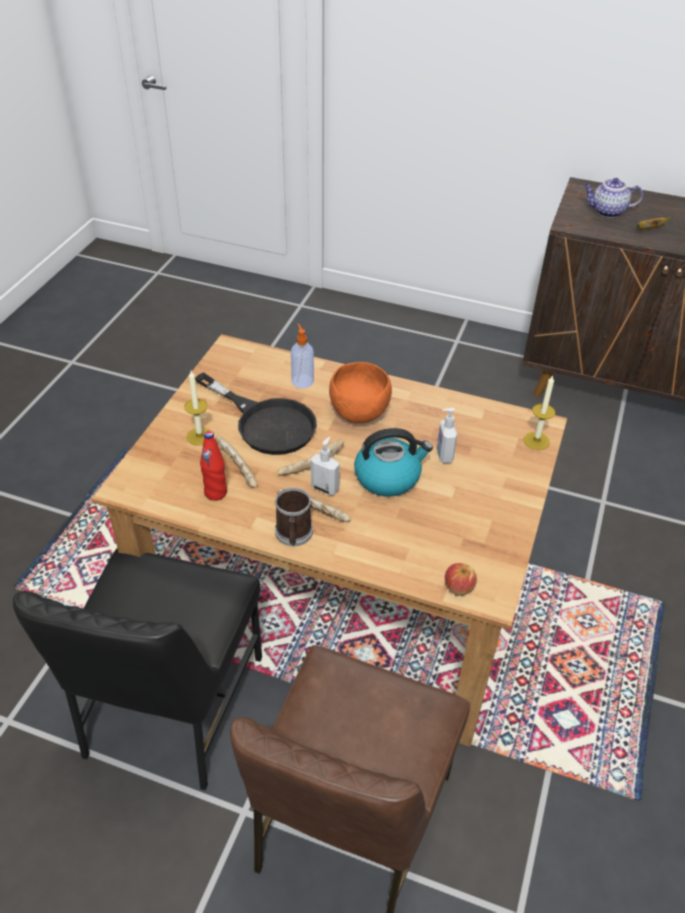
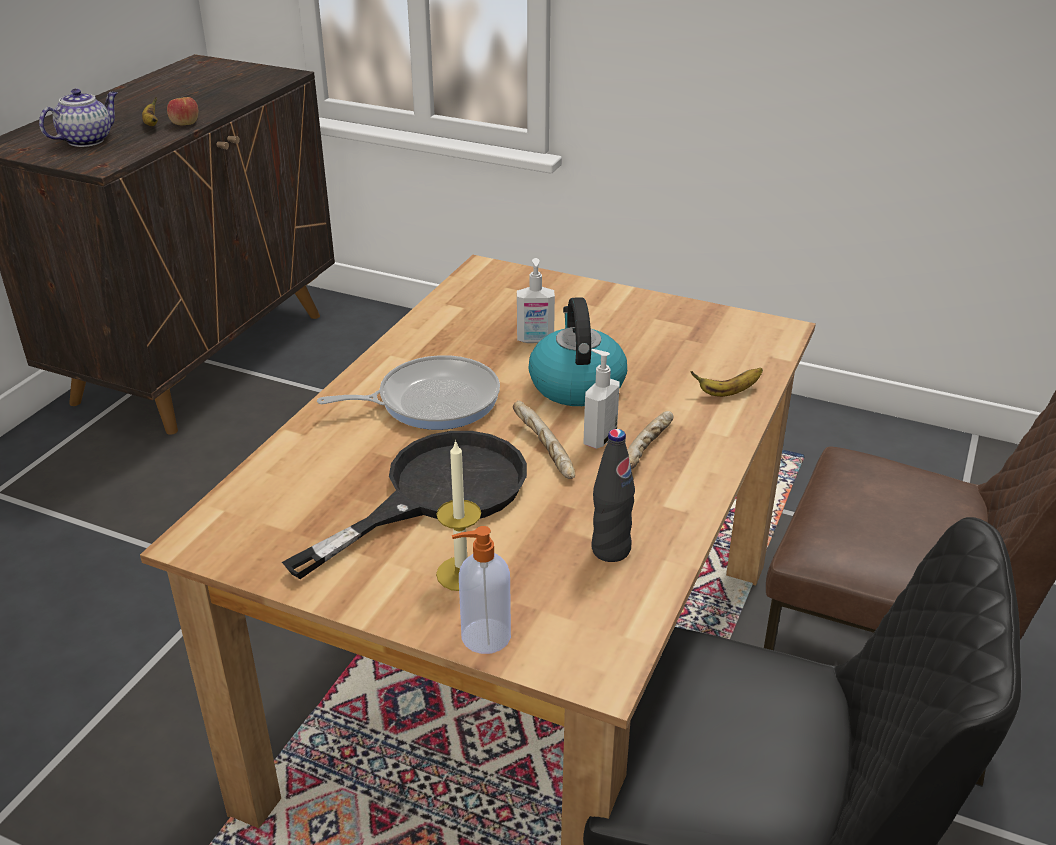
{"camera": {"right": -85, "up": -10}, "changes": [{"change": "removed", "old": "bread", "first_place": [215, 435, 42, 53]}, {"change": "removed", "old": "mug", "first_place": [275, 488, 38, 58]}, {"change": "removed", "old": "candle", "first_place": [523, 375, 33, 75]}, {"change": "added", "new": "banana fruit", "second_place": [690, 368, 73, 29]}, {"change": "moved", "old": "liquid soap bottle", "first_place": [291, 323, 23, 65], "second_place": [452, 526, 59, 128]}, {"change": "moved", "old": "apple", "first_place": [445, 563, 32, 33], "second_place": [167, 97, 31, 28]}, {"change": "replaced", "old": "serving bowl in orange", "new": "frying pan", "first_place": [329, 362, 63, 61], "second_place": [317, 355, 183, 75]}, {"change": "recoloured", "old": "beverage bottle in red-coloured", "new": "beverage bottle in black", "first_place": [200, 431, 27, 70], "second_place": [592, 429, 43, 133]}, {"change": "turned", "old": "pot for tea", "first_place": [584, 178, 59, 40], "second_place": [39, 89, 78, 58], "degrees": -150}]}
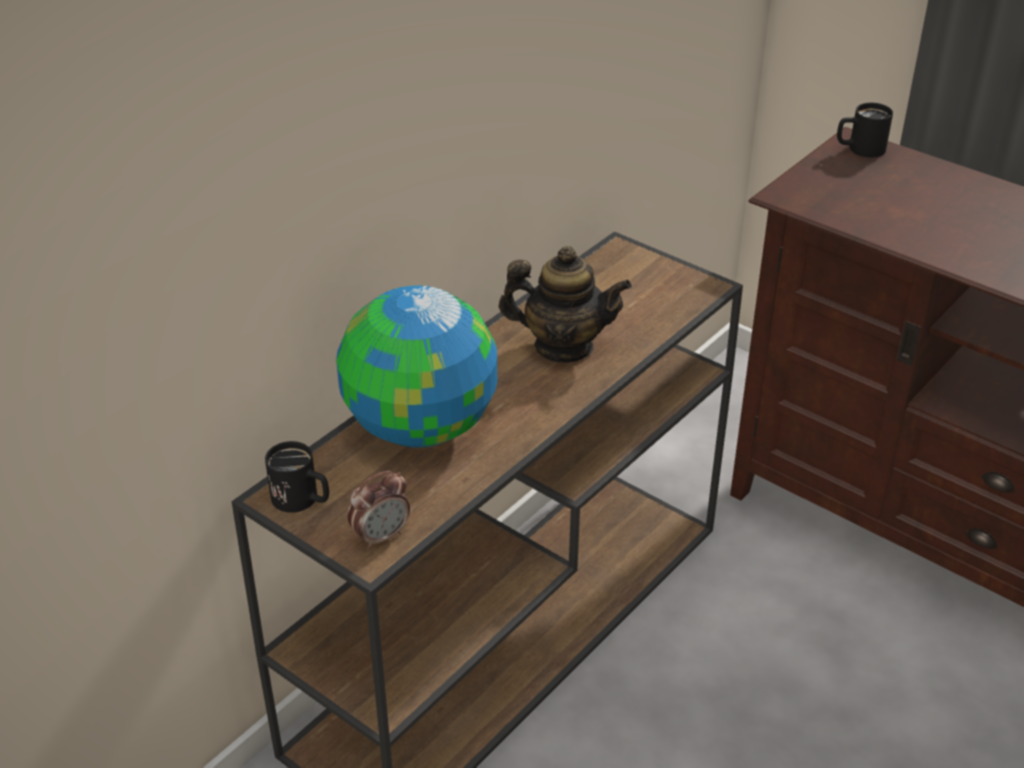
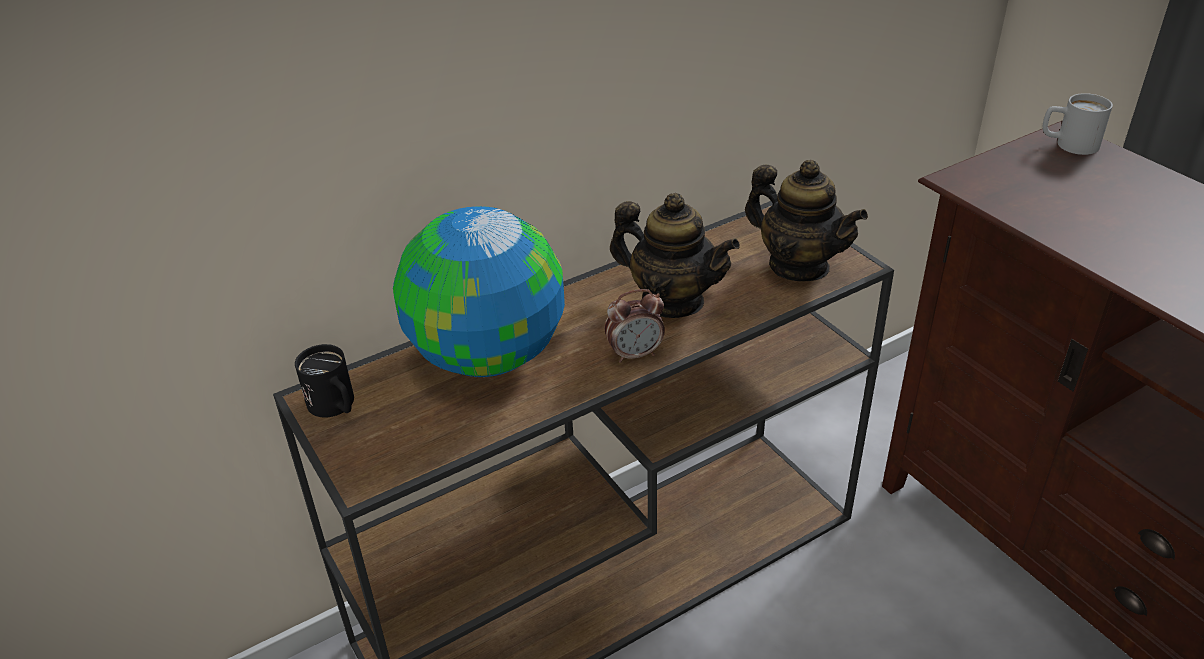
{"camera": {"right": 20, "up": 0}, "changes": [{"change": "added", "new": "pot for tea", "second_place": [745, 160, 123, 121]}, {"change": "moved", "old": "table clock", "first_place": [347, 471, 63, 78], "second_place": [604, 289, 61, 74]}, {"change": "recoloured", "old": "mug in black", "new": "mug in white-coloured", "first_place": [837, 103, 56, 55], "second_place": [1043, 93, 70, 62]}]}
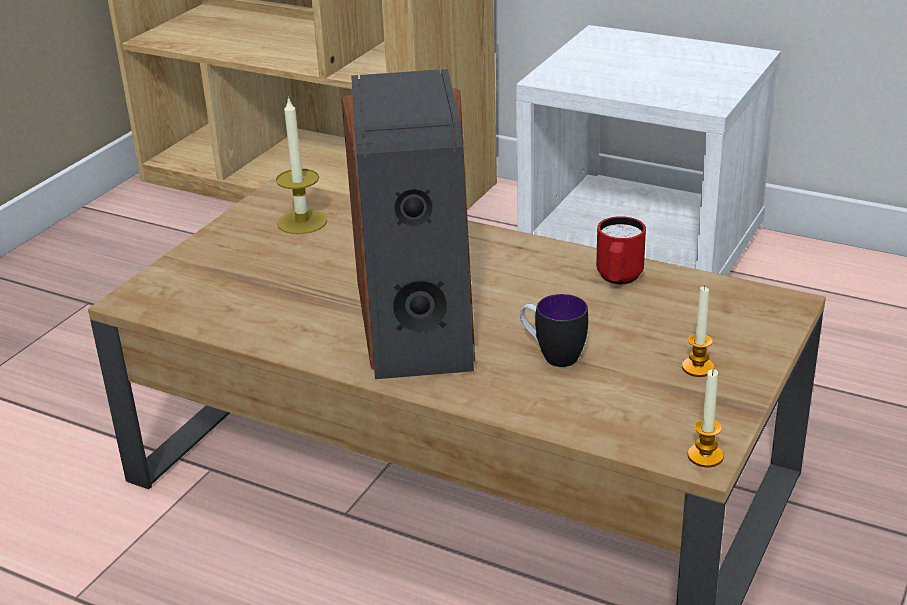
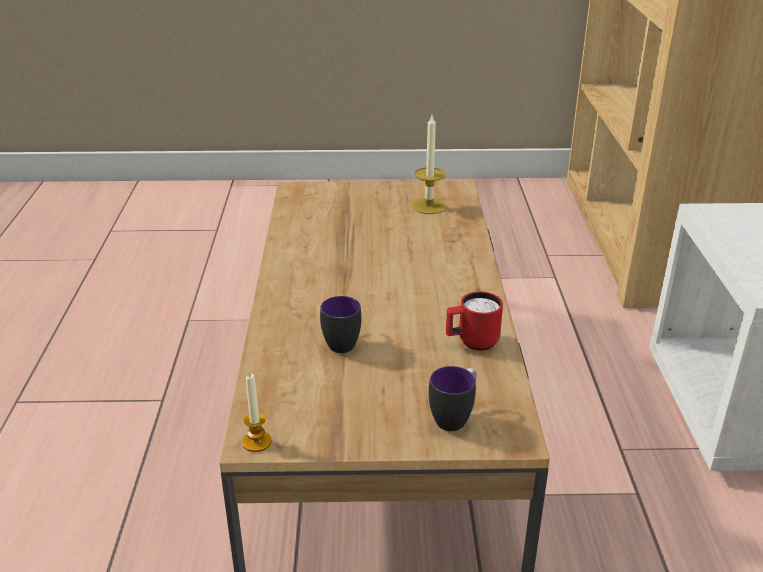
{"camera": {"right": 60, "up": 0}, "changes": [{"change": "removed", "old": "loudspeaker", "first_place": [342, 69, 133, 310]}, {"change": "removed", "old": "candle", "first_place": [682, 286, 33, 91]}, {"change": "added", "new": "mug", "second_place": [429, 366, 48, 65]}]}
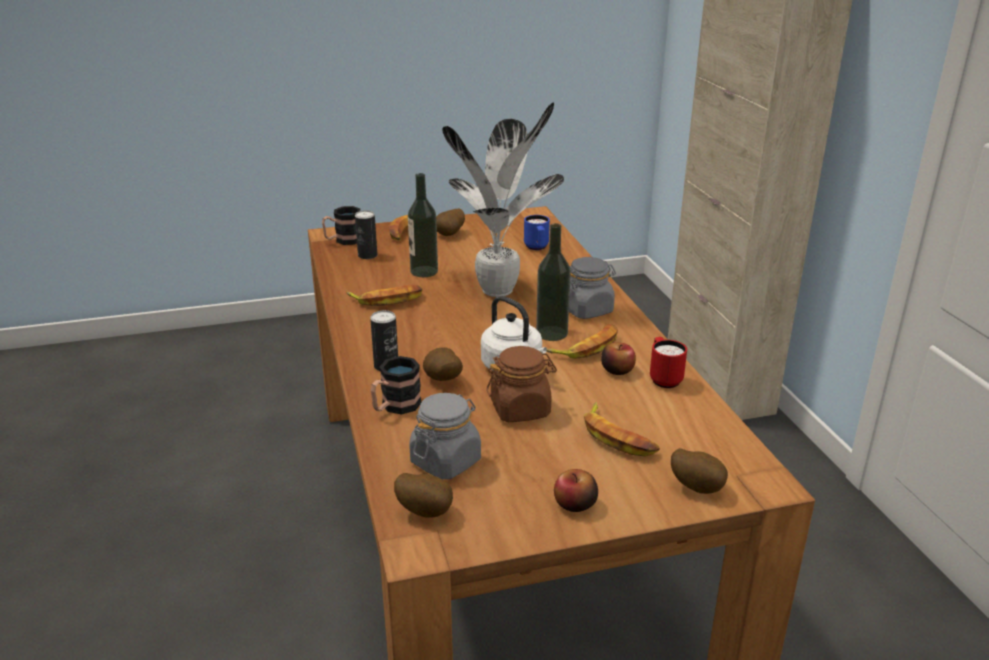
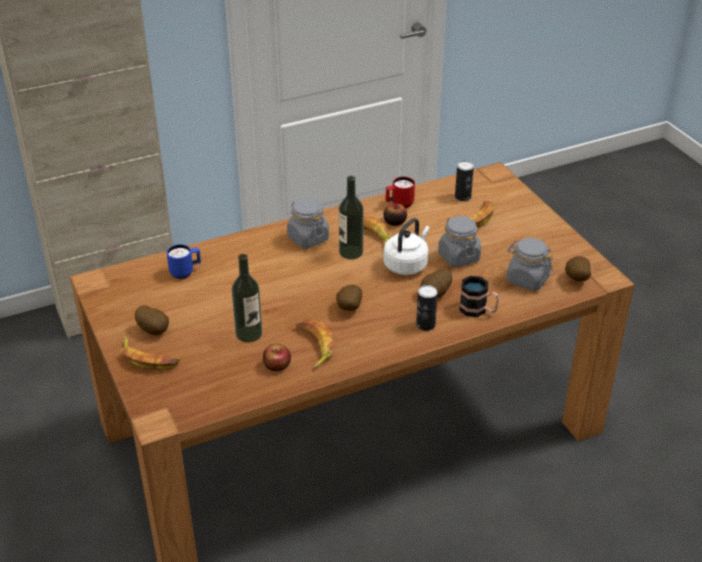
{"camera": {"right": -100, "up": 10}, "changes": [{"change": "removed", "old": "mug", "first_place": [322, 206, 38, 39]}, {"change": "removed", "old": "potted plant", "first_place": [442, 103, 122, 194]}, {"change": "moved", "old": "sealed can", "first_place": [355, 210, 22, 49], "second_place": [455, 161, 19, 40]}, {"change": "moved", "old": "apple", "first_place": [554, 469, 44, 43], "second_place": [263, 344, 28, 27]}, {"change": "moved", "old": "potato", "first_place": [671, 448, 57, 46], "second_place": [336, 285, 26, 26]}, {"change": "recoloured", "old": "storage jar in brownish", "new": "storage jar in greyish", "first_place": [486, 346, 71, 76], "second_place": [438, 216, 43, 51]}]}
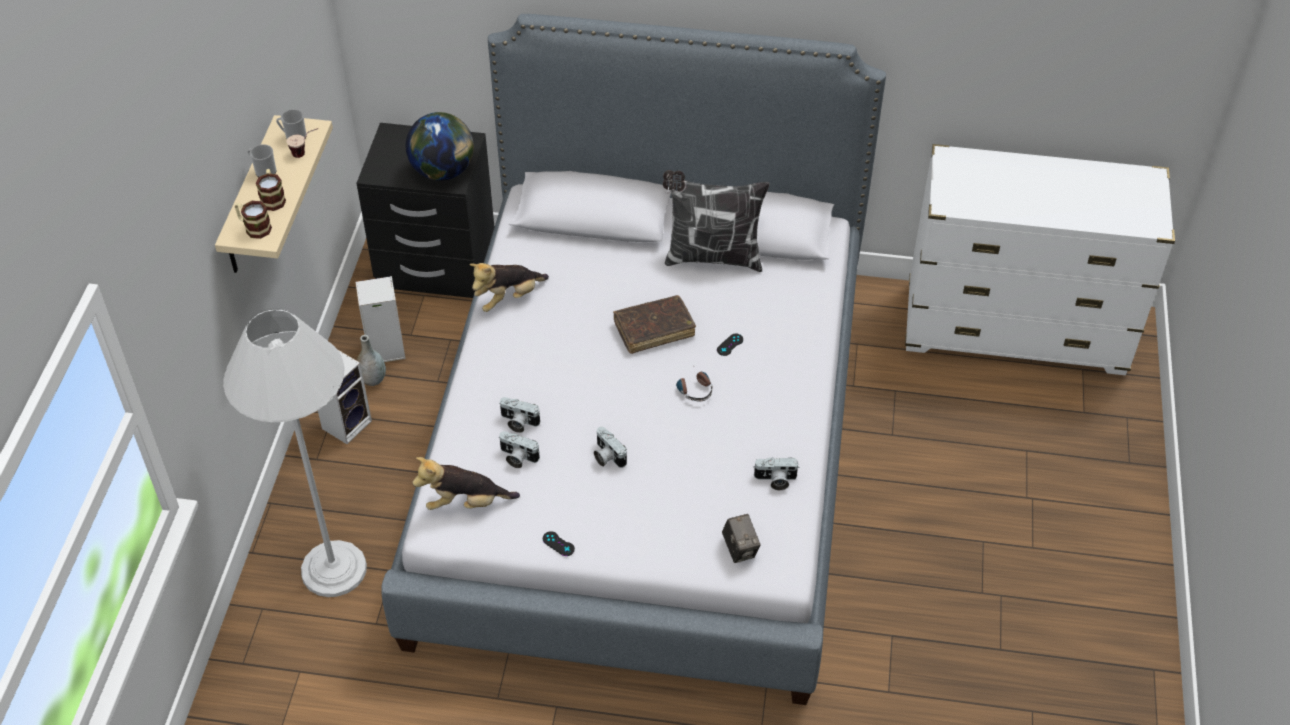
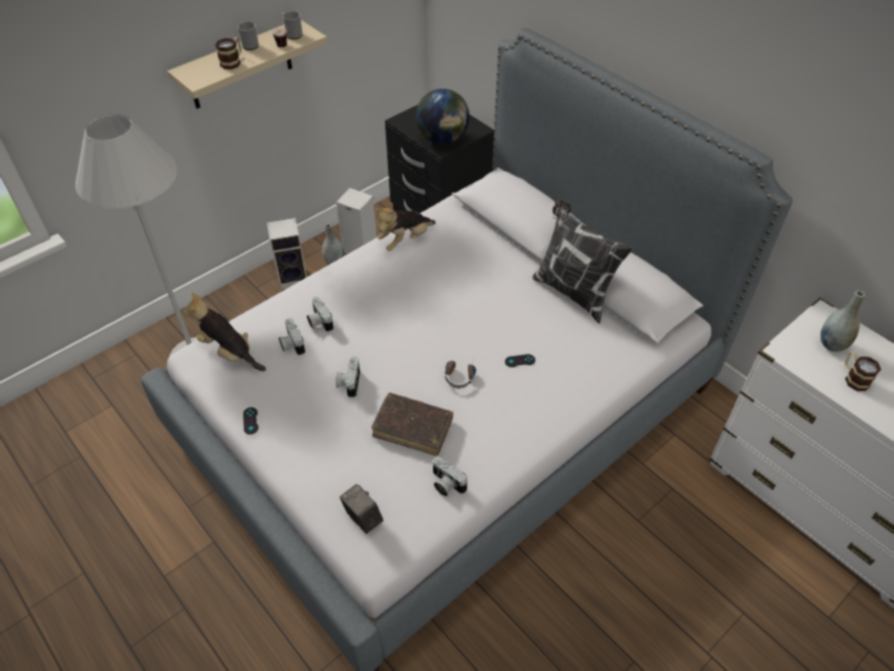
{"camera": {"right": 40, "up": 0}, "changes": [{"change": "added", "new": "decorative vase in greyish", "second_place": [820, 290, 45, 62]}, {"change": "moved", "old": "mug", "first_place": [235, 201, 37, 38], "second_place": [845, 351, 36, 40]}, {"change": "moved", "old": "book in brownish", "first_place": [613, 295, 83, 59], "second_place": [372, 392, 81, 64]}, {"change": "turned", "old": "cuddly toy", "first_place": [470, 263, 79, 49], "second_place": [376, 208, 60, 43], "degrees": -45}, {"change": "turned", "old": "still camera", "first_place": [722, 514, 39, 49], "second_place": [340, 484, 43, 50], "degrees": 120}]}
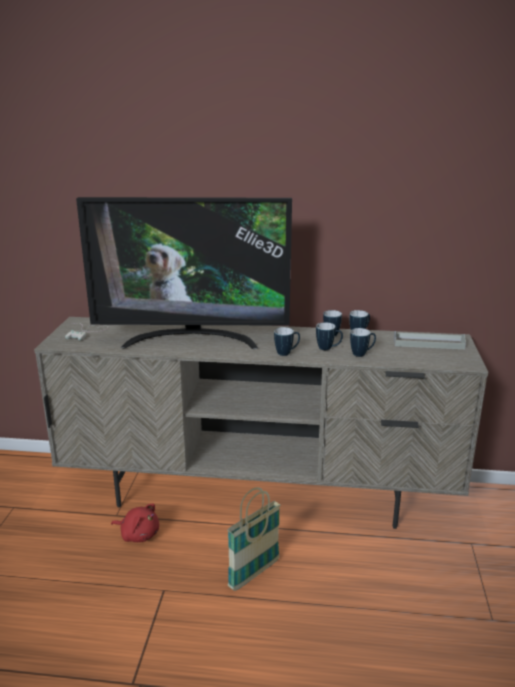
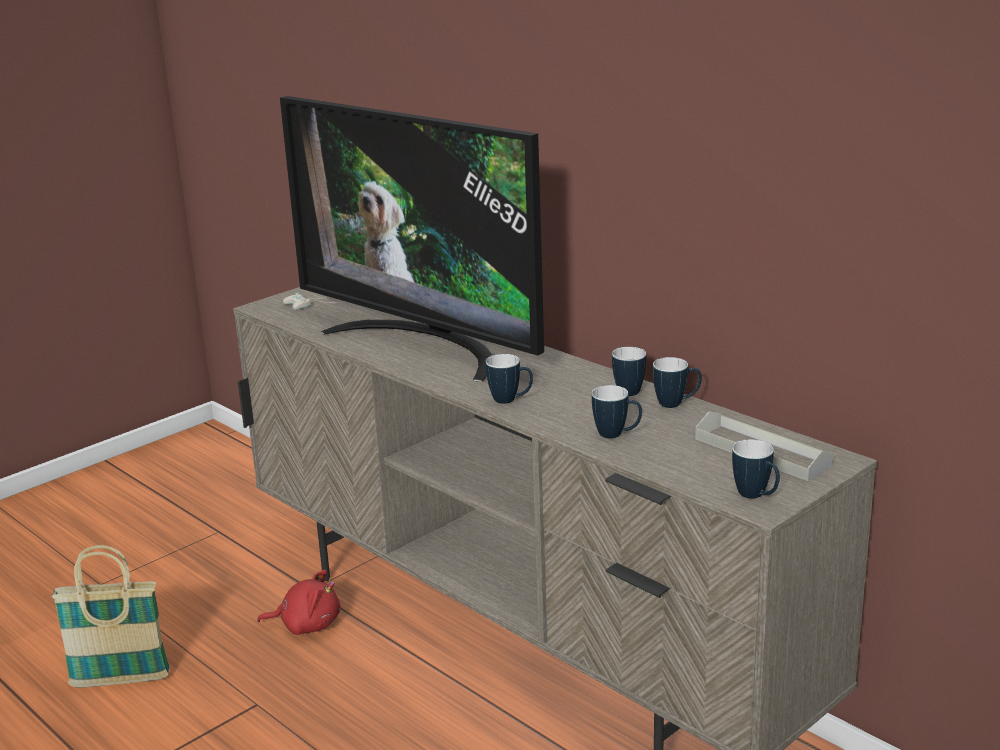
{"camera": {"right": 40, "up": 0}, "changes": [{"change": "moved", "old": "storage basket", "first_place": [227, 487, 54, 104], "second_place": [52, 545, 118, 142]}, {"change": "moved", "old": "mug", "first_place": [316, 322, 27, 28], "second_place": [732, 439, 48, 60]}, {"change": "turned", "old": "cuddly toy in red-coloured", "first_place": [111, 504, 48, 38], "second_place": [257, 570, 83, 65], "degrees": -60}]}
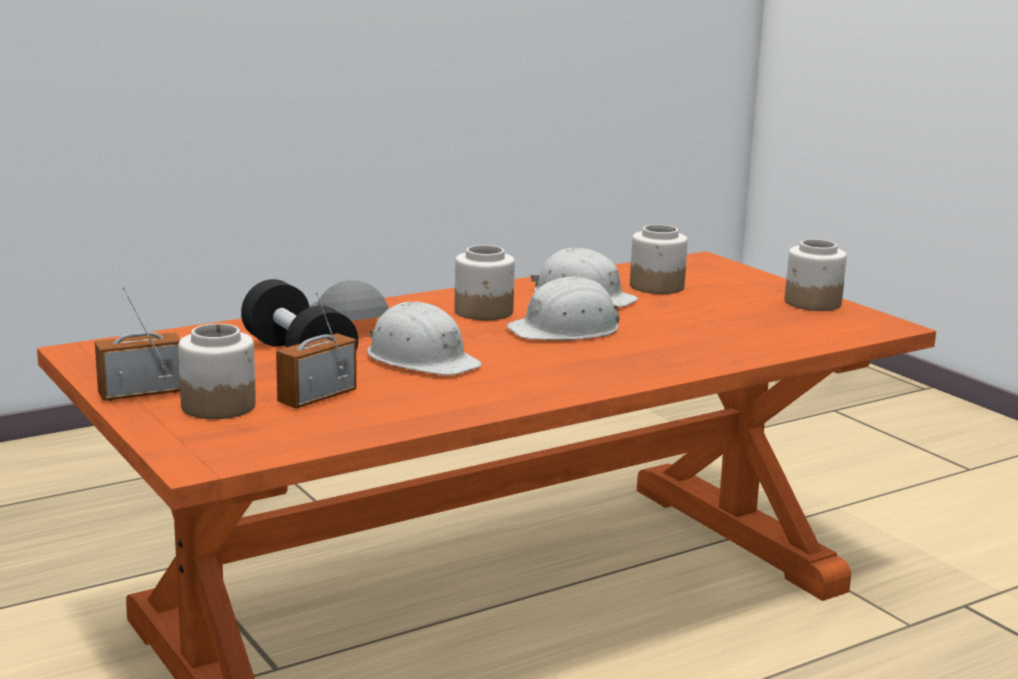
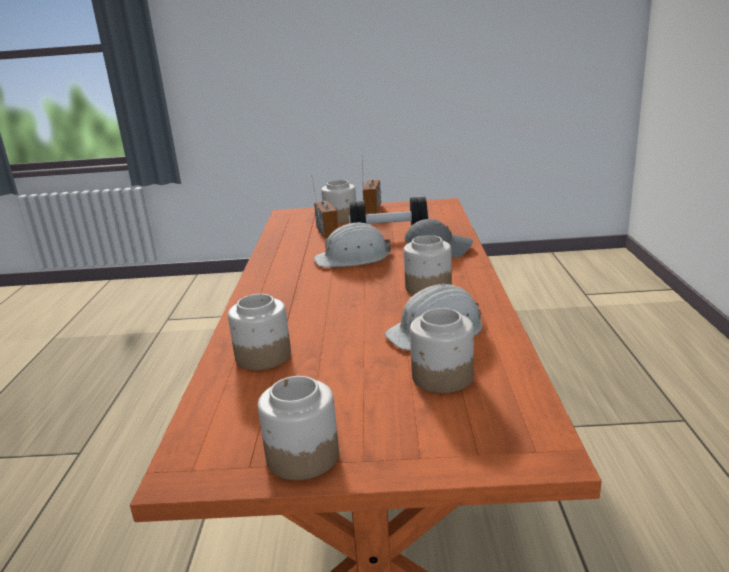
{"camera": {"right": 125, "up": 5}, "changes": [{"change": "removed", "old": "hard hat in white-coloured", "first_place": [507, 276, 113, 64]}, {"change": "added", "new": "storage jar", "second_place": [228, 294, 63, 76]}]}
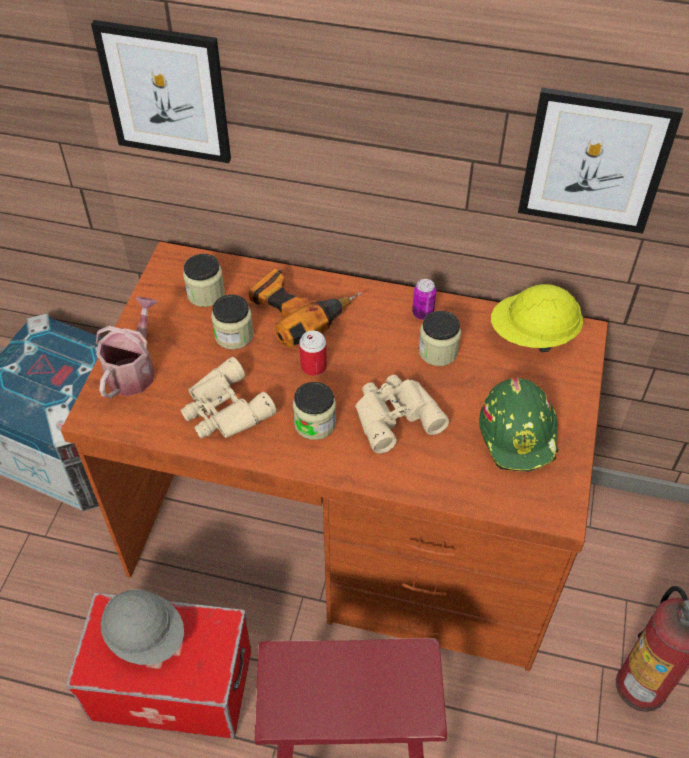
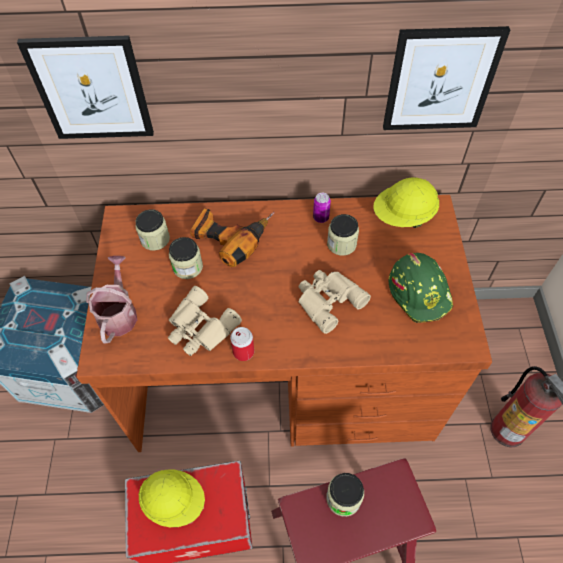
{"camera": {"right": -15, "up": 5}, "changes": [{"change": "moved", "old": "storage jar", "first_place": [293, 382, 43, 58], "second_place": [326, 473, 38, 44]}, {"change": "moved", "old": "sealed can", "first_place": [299, 330, 28, 46], "second_place": [230, 327, 24, 34]}, {"change": "recoloured", "old": "hard hat in greyish", "new": "hard hat in yellowish", "first_place": [101, 589, 83, 76], "second_place": [138, 469, 67, 58]}]}
